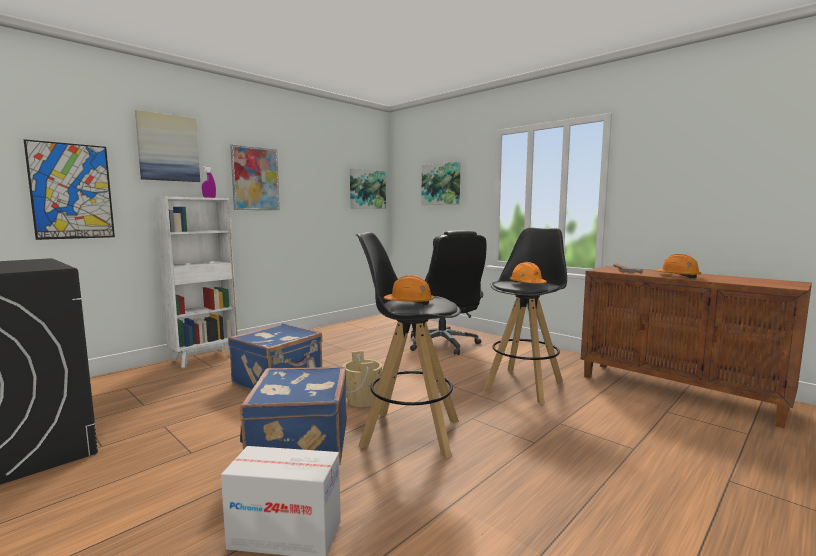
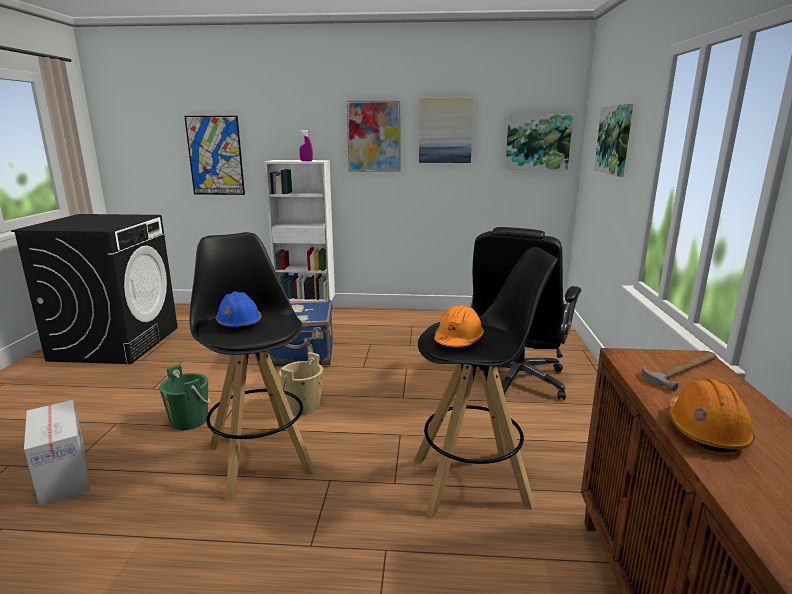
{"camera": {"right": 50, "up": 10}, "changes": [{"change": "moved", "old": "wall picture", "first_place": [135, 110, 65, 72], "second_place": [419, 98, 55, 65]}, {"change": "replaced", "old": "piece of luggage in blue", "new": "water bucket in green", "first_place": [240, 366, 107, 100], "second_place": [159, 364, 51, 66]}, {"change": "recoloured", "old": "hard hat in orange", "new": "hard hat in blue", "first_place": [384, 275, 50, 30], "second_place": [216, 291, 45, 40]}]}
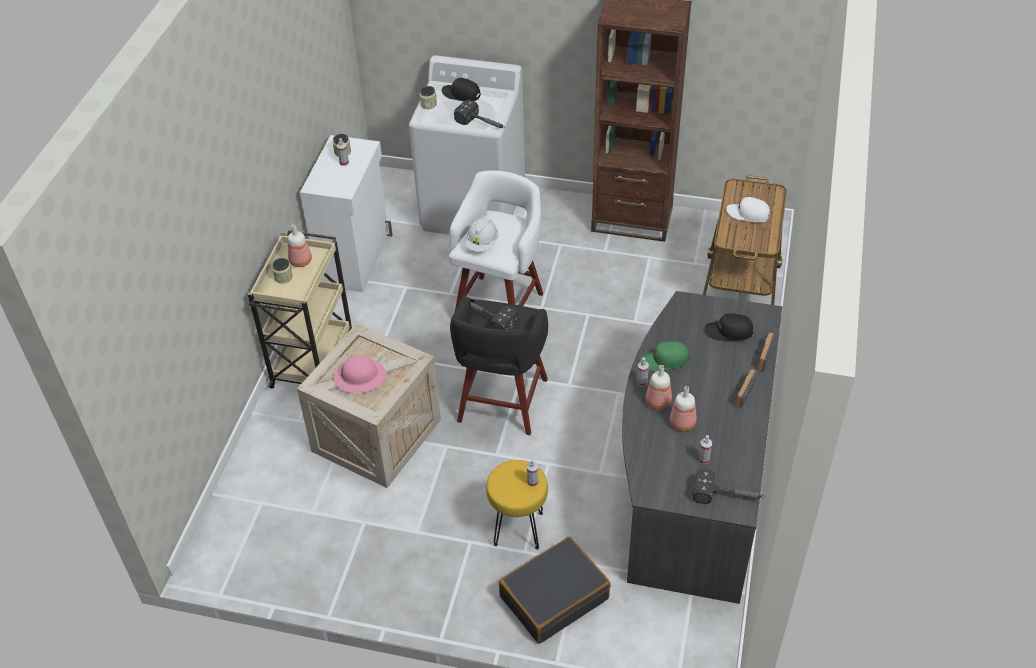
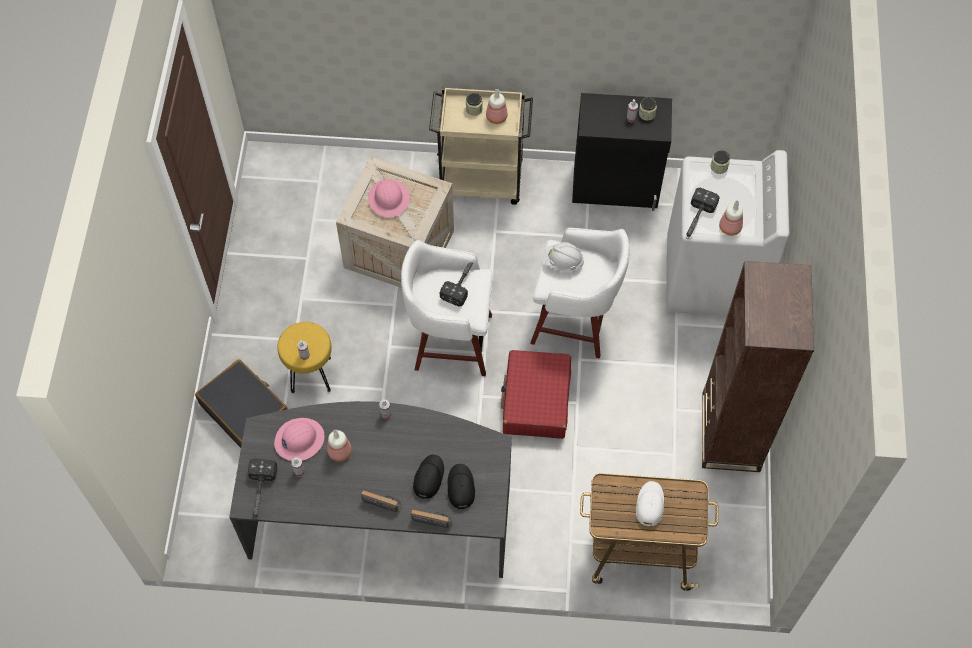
{"camera": {"right": 80, "up": 15}, "changes": [{"change": "removed", "old": "peaked cap in green", "first_place": [640, 341, 50, 30]}, {"change": "added", "new": "hard hat in pink", "second_place": [274, 418, 50, 43]}, {"change": "added", "new": "piece of luggage in red-coloured", "second_place": [501, 350, 70, 89]}, {"change": "moved", "old": "peaked cap in black", "first_place": [442, 78, 39, 23], "second_place": [413, 455, 31, 44]}, {"change": "moved", "old": "beverage bottle", "first_place": [646, 365, 26, 44], "second_place": [719, 200, 24, 36]}, {"change": "recoloured", "old": "cabinet in white-coloured", "new": "cabinet in black", "first_place": [300, 135, 93, 157], "second_place": [572, 93, 100, 118]}, {"change": "recoloured", "old": "sitting stool in black", "new": "sitting stool in white-coloured", "first_place": [450, 296, 98, 139], "second_place": [401, 240, 92, 136]}]}
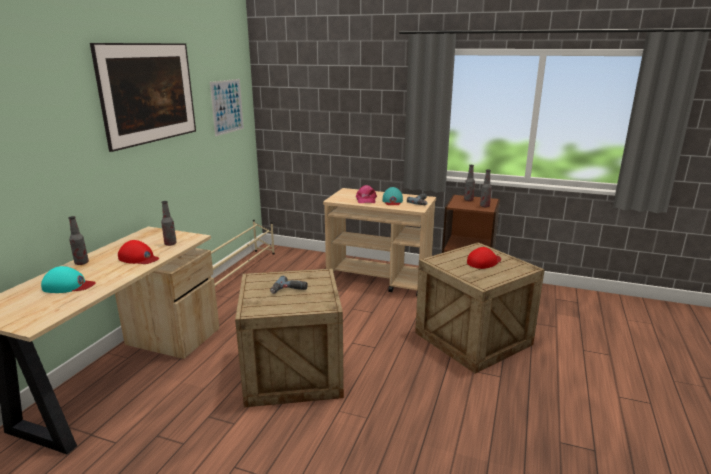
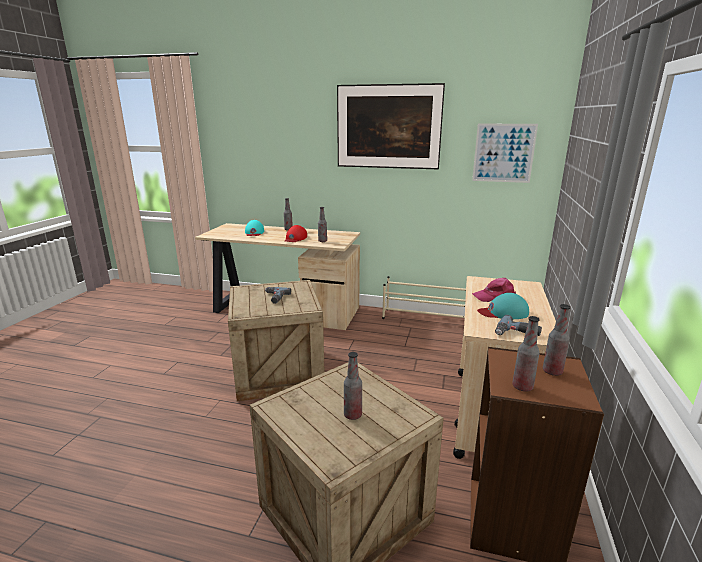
{"camera": {"right": 85, "up": 0}, "changes": [{"change": "replaced", "old": "peaked cap in red-coloured", "new": "beverage bottle", "first_place": [467, 247, 34, 22], "second_place": [344, 352, 18, 68]}]}
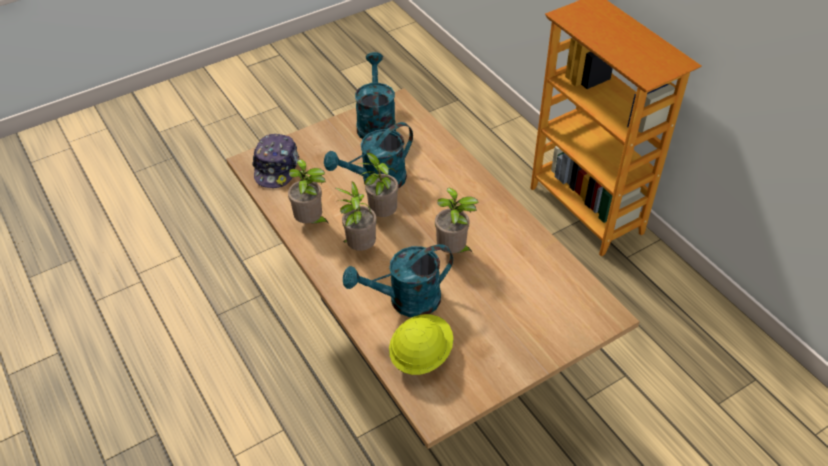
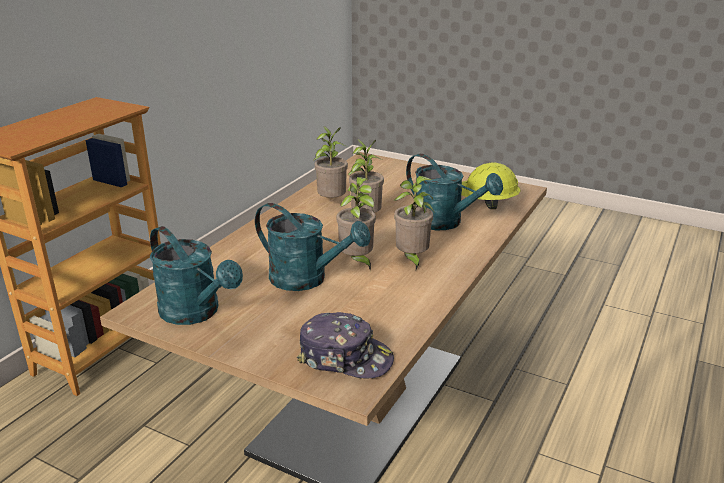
{"camera": {"right": -120, "up": -20}, "changes": [{"change": "moved", "old": "potted plant", "first_place": [288, 159, 41, 65], "second_place": [314, 126, 34, 72]}, {"change": "turned", "old": "peaked cap", "first_place": [252, 134, 47, 54], "second_place": [297, 312, 97, 67], "degrees": 45}, {"change": "turned", "old": "watering pot in blue-green", "first_place": [355, 52, 41, 87], "second_place": [150, 226, 93, 99], "degrees": -105}]}
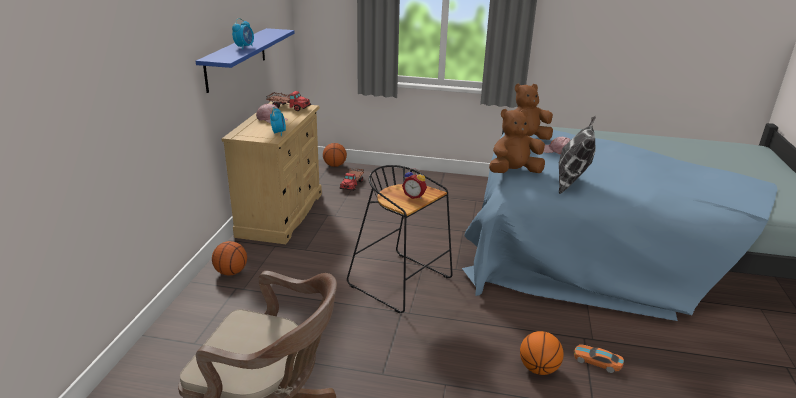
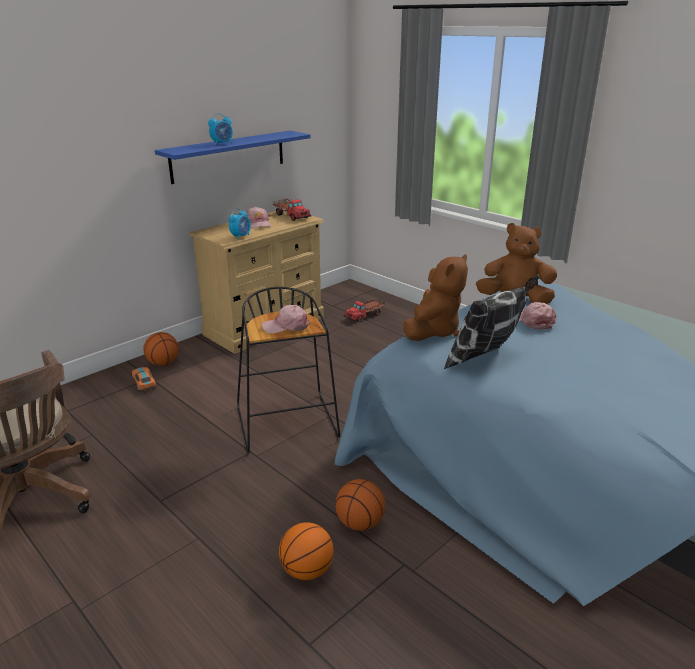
{"camera": {"right": 35, "up": 0}, "changes": [{"change": "moved", "old": "basketball", "first_place": [323, 143, 24, 24], "second_place": [335, 479, 50, 52]}, {"change": "moved", "old": "miniature car", "first_place": [574, 344, 50, 29], "second_place": [132, 367, 24, 23]}, {"change": "replaced", "old": "table clock", "new": "peaked cap in pink", "first_place": [402, 168, 25, 31], "second_place": [261, 305, 49, 29]}, {"change": "turned", "old": "cuddly toy in brownish", "first_place": [489, 109, 56, 64], "second_place": [403, 254, 65, 87], "degrees": 105}]}
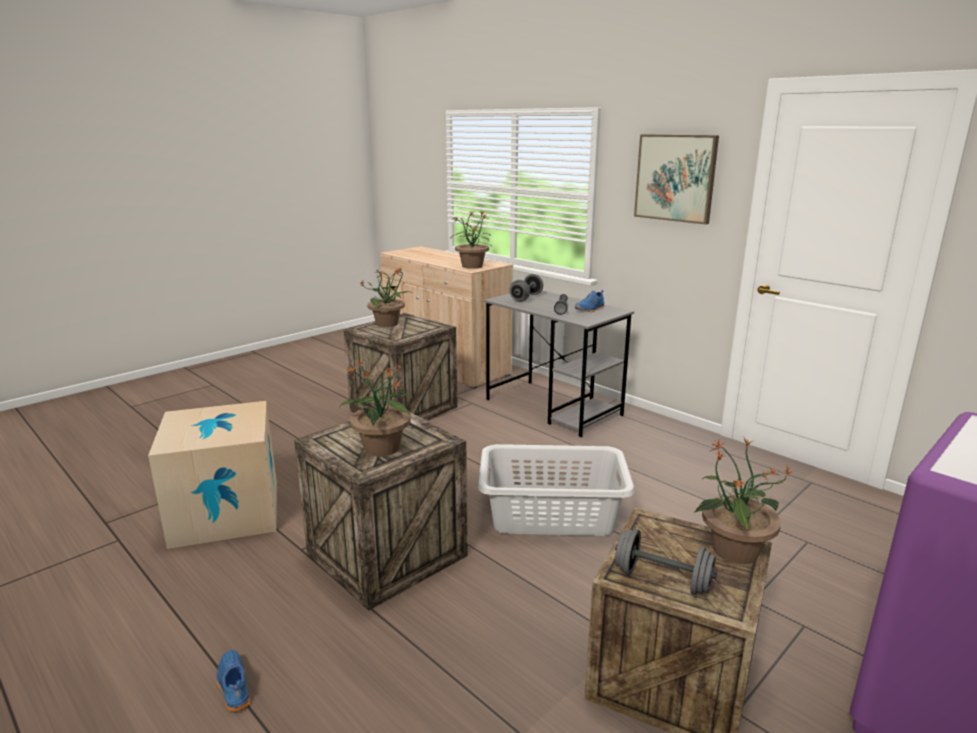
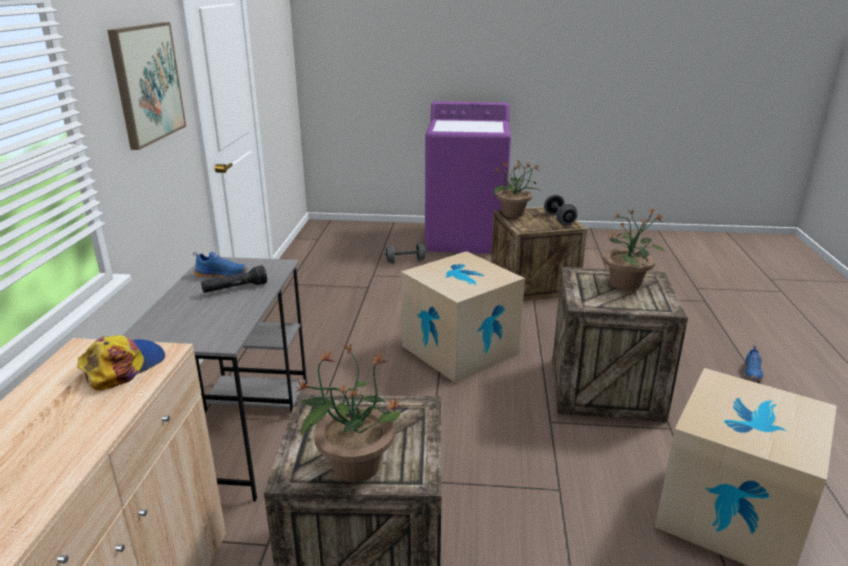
{"camera": {"right": -130, "up": 5}, "changes": [{"change": "moved", "old": "free weight in greyish", "first_place": [510, 274, 33, 28], "second_place": [385, 243, 41, 21]}, {"change": "replaced", "old": "potted plant", "new": "peaked cap", "first_place": [452, 211, 40, 58], "second_place": [77, 335, 88, 56]}, {"change": "replaced", "old": "laundry basket in greyish", "new": "cardboard box", "first_place": [478, 444, 156, 92], "second_place": [401, 251, 124, 132]}]}
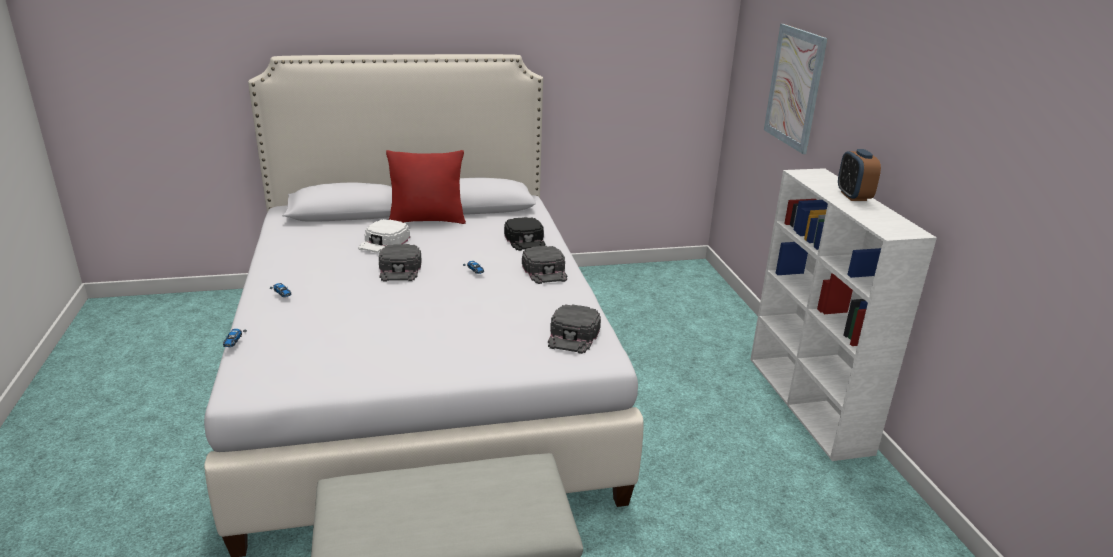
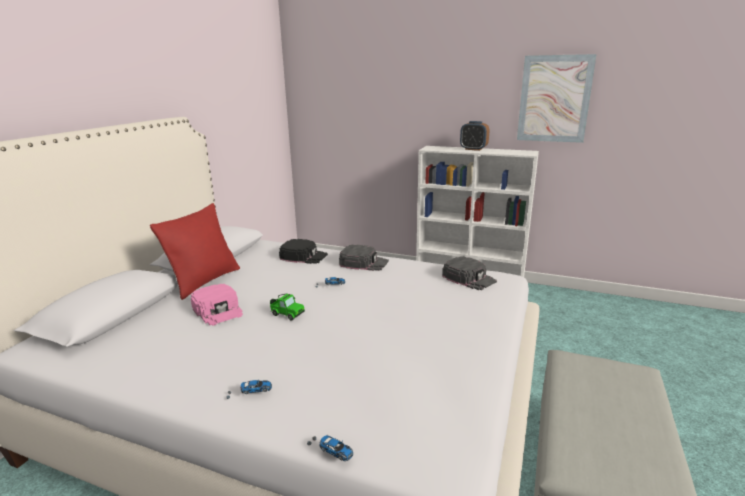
{"camera": {"right": -55, "up": -5}, "changes": [{"change": "moved", "old": "wall picture", "first_place": [764, 24, 64, 130], "second_place": [517, 54, 80, 89]}, {"change": "replaced", "old": "peaked cap in black", "new": "miniature car", "first_place": [379, 244, 42, 38], "second_place": [270, 294, 35, 27]}, {"change": "recoloured", "old": "peaked cap in white-coloured", "new": "peaked cap in pink", "first_place": [358, 219, 52, 34], "second_place": [191, 284, 52, 42]}]}
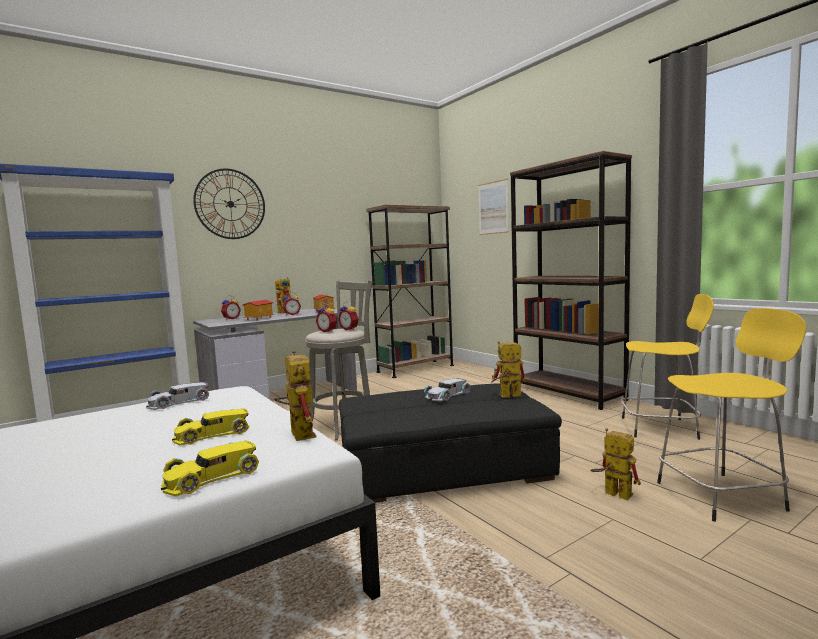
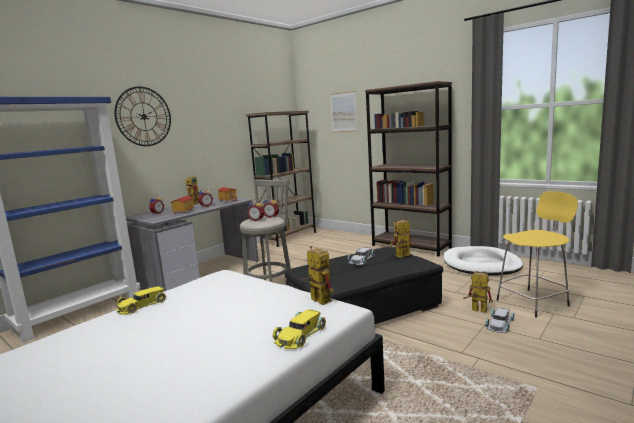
{"camera": {"right": -15, "up": 5}, "changes": [{"change": "moved", "old": "miniature car in white-coloured", "first_place": [146, 382, 63, 28], "second_place": [485, 307, 29, 26]}, {"change": "moved", "old": "miniature car in yellowish", "first_place": [172, 408, 77, 37], "second_place": [117, 286, 49, 29]}, {"change": "replaced", "old": "sitting stool in yellowish", "new": "pet bed in white-coloured", "first_place": [621, 294, 93, 146], "second_place": [443, 246, 80, 30]}]}
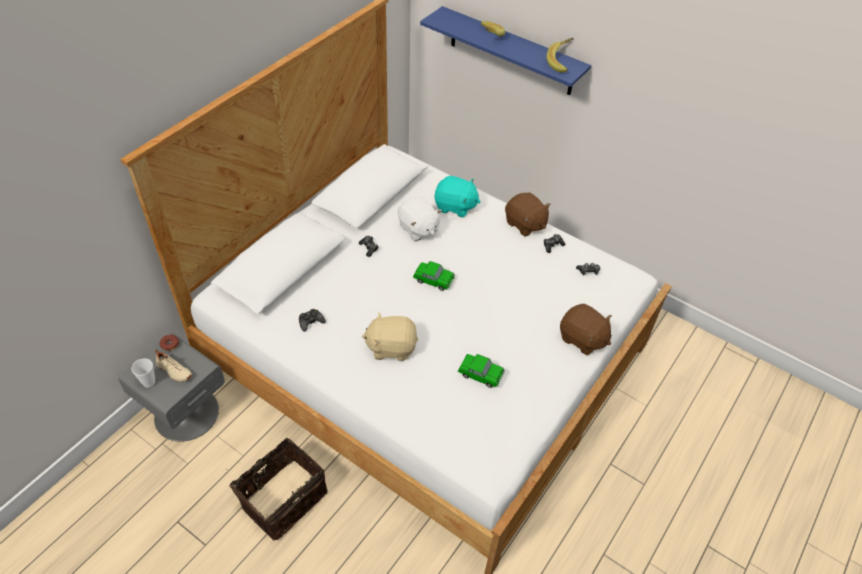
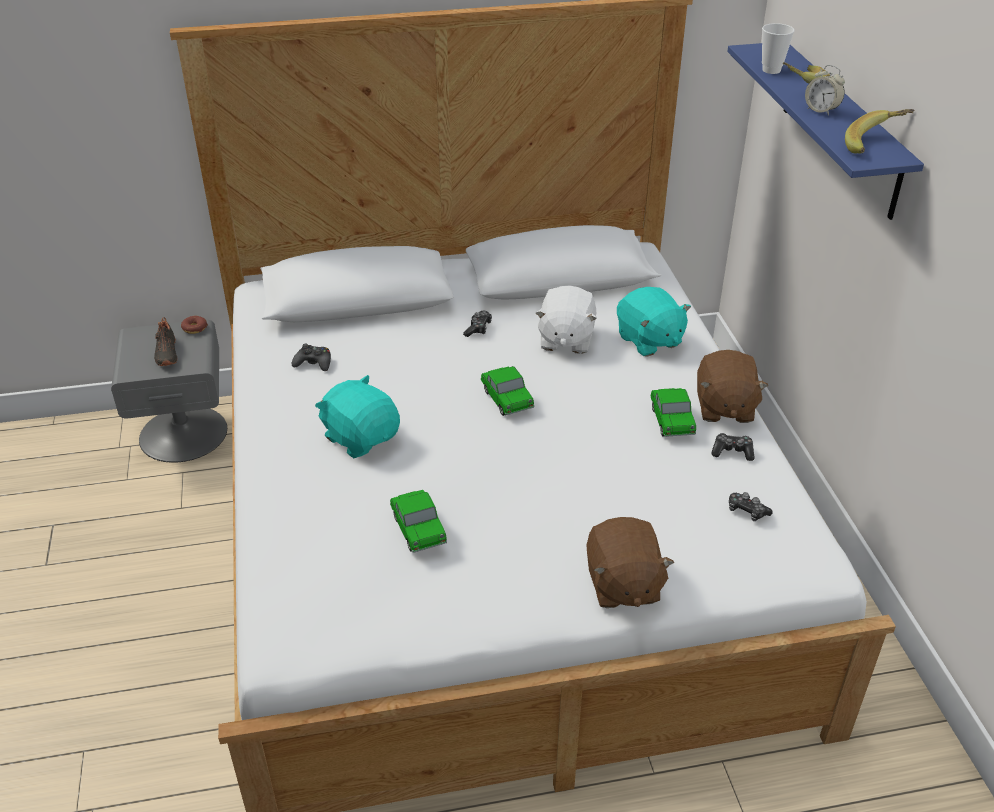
{"camera": {"right": 45, "up": -10}, "changes": [{"change": "removed", "old": "storage basket", "first_place": [225, 438, 103, 102]}, {"change": "added", "new": "miniature car", "second_place": [650, 388, 46, 49]}, {"change": "added", "new": "table clock", "second_place": [805, 65, 40, 51]}, {"change": "moved", "old": "cup", "first_place": [131, 358, 24, 30], "second_place": [762, 23, 33, 51]}, {"change": "recoloured", "old": "item of footwear in beige", "new": "item of footwear in black", "first_place": [155, 350, 37, 32], "second_place": [154, 317, 24, 49]}, {"change": "recoloured", "old": "cuddly toy in beige", "new": "cuddly toy in blue-green", "first_place": [362, 312, 56, 49], "second_place": [315, 375, 85, 84]}]}
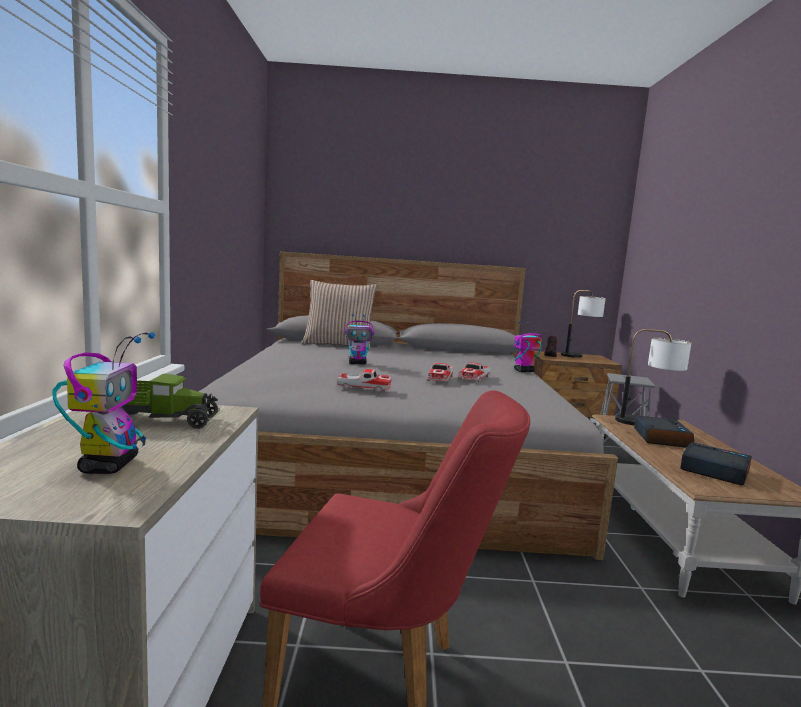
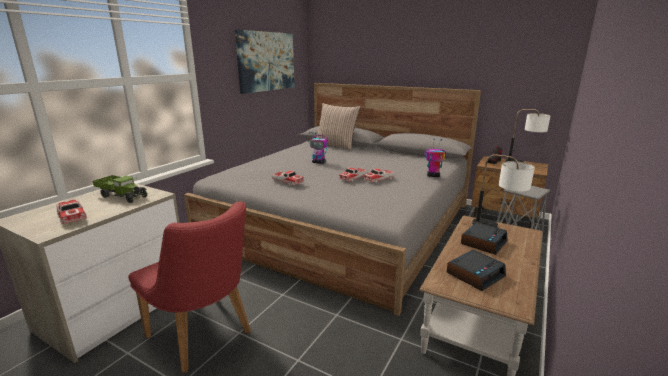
{"camera": {"right": 30, "up": 10}, "changes": [{"change": "added", "new": "wall picture", "second_place": [235, 30, 60, 64]}, {"change": "replaced", "old": "model robot", "new": "miniature car", "first_place": [52, 332, 104, 142], "second_place": [56, 199, 31, 25]}, {"change": "turned", "old": "table clock", "first_place": [680, 442, 72, 43], "second_place": [447, 250, 59, 41], "degrees": 75}]}
